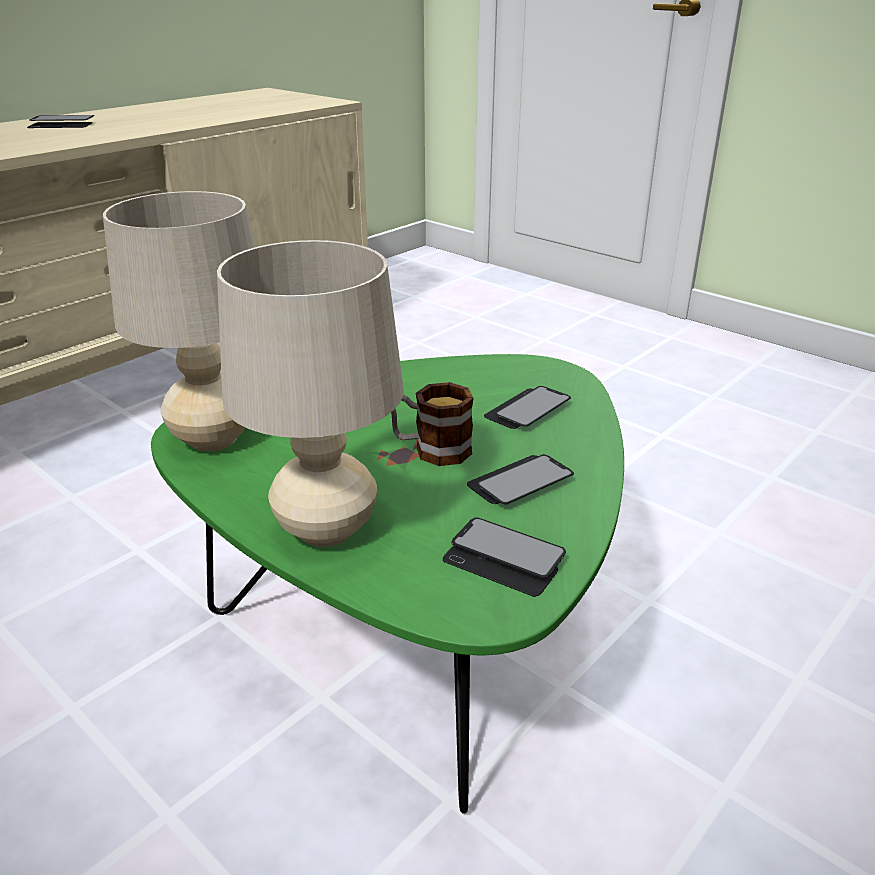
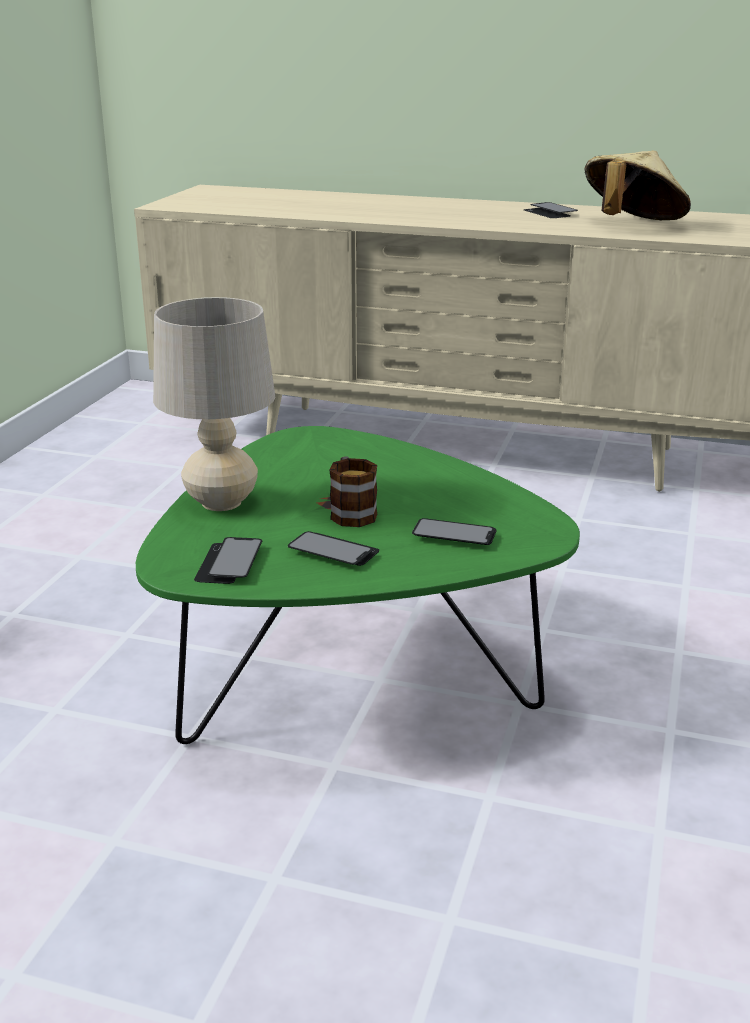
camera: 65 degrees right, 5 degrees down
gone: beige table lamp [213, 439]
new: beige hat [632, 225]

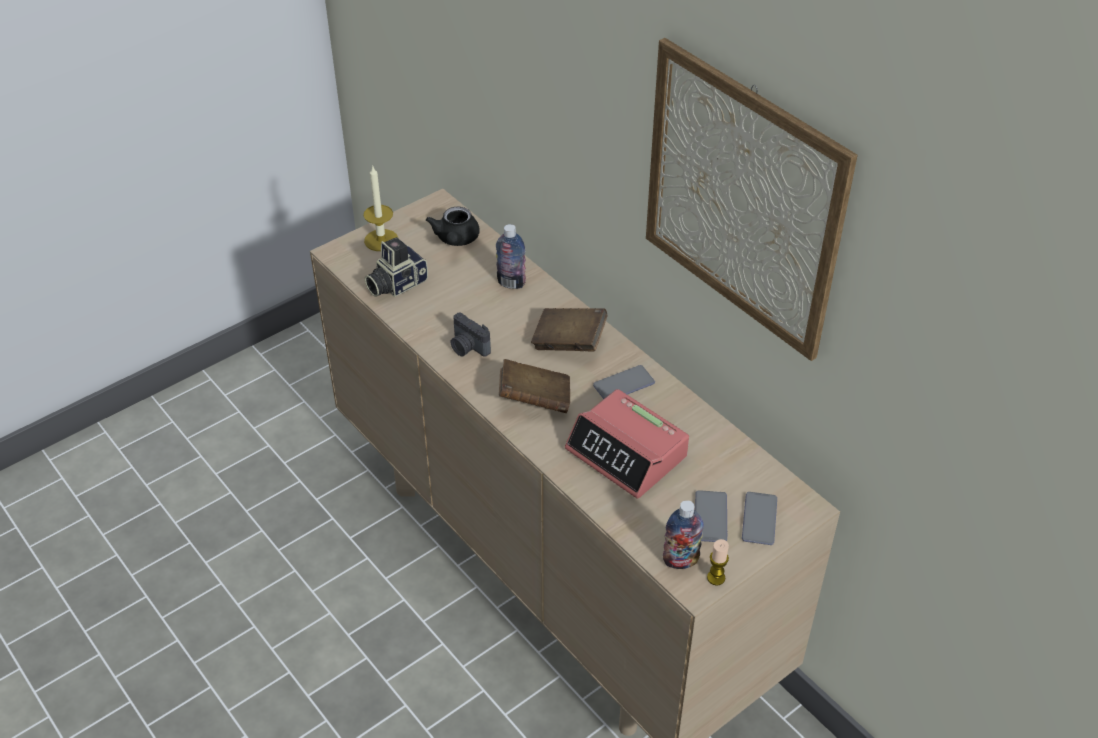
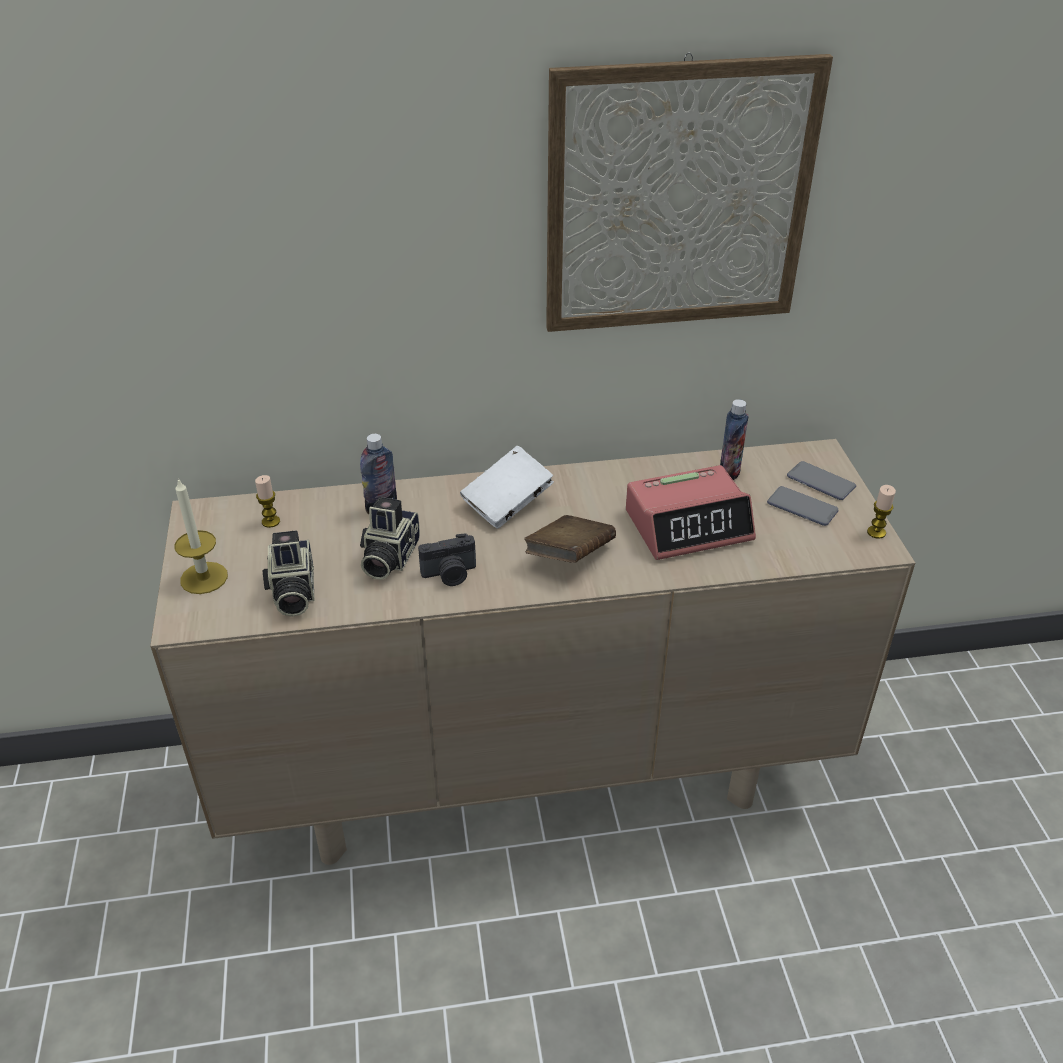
camera: 60 degrees left, 5 degrees down
gone: phone [624, 384]
new: photo camera [388, 557]
shifted: bottle [680, 561] to [729, 473]
swapped: black teapot [456, 240] to candle [271, 521]
repainted: brown book [569, 342] to white book [507, 503]

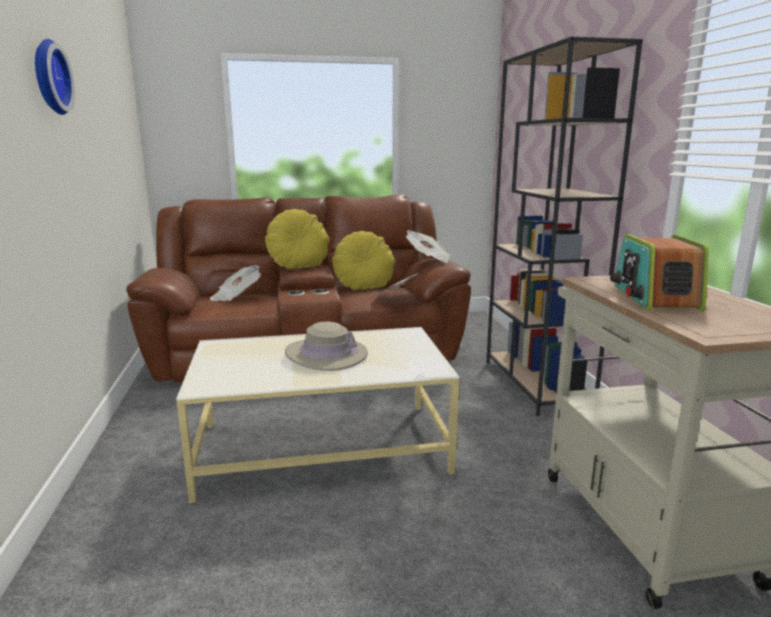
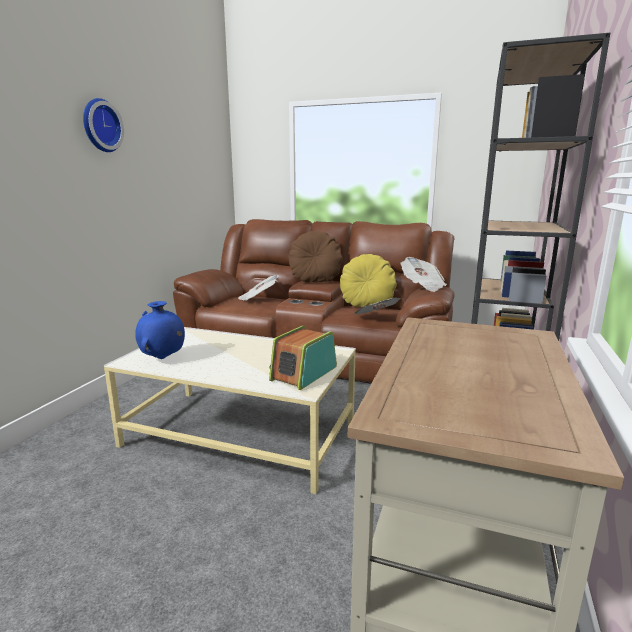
camera: 30 degrees right, 0 degrees up
gone: beige hat [326, 355]
new: blue vase [163, 358]
shifted: radio [654, 298] to [303, 373]
repainted: yellow pillow [298, 267] to brown pillow [315, 281]

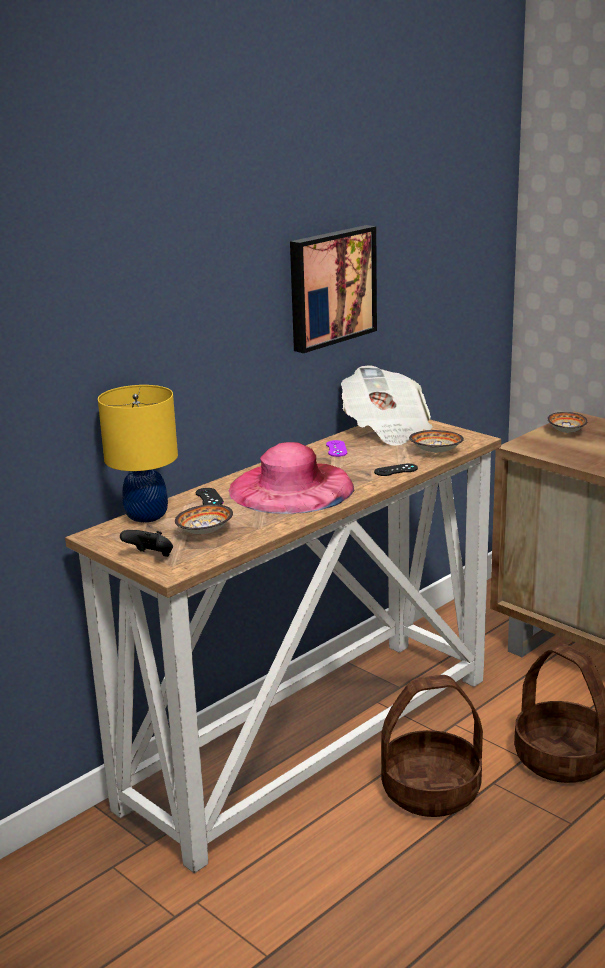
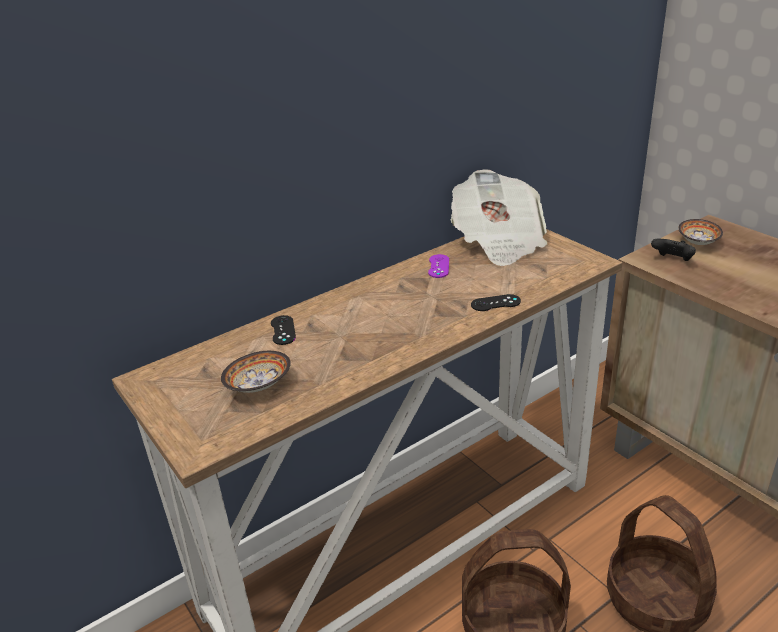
camera: 10 degrees right, 10 degrees up
gone: yellow table lamp [144, 517]; pink hat [291, 488]; picture [330, 287]; bowl [435, 451]
shifted: black game controller [150, 557] to [672, 260]

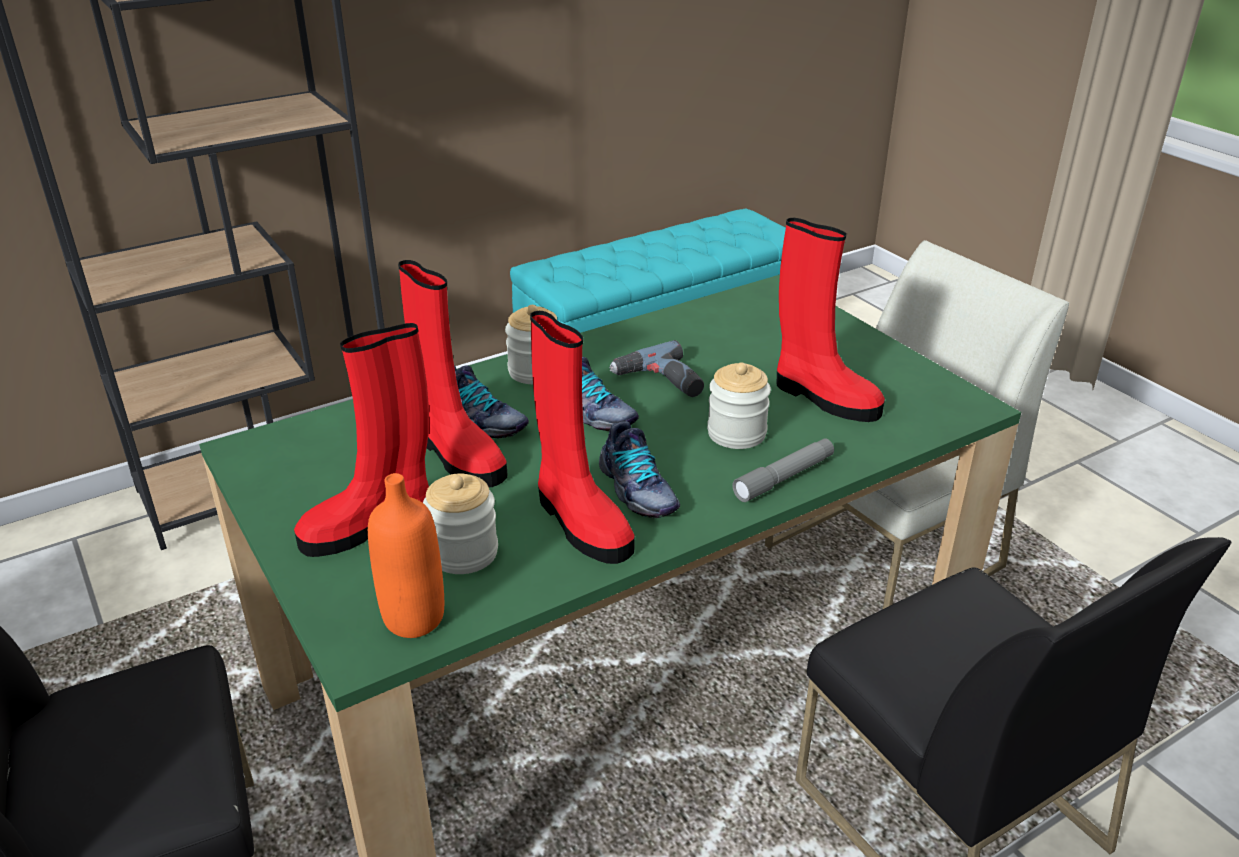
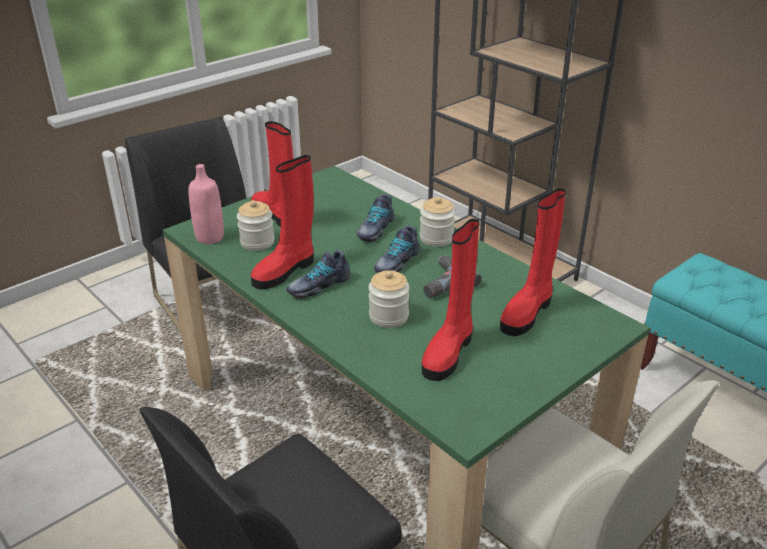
camera: 80 degrees right, 0 degrees up
gone: grey flashlight [784, 478]
shifted: red boot [457, 455] to [527, 313]
repainted: orange bottle [414, 618] to pink bottle [210, 237]

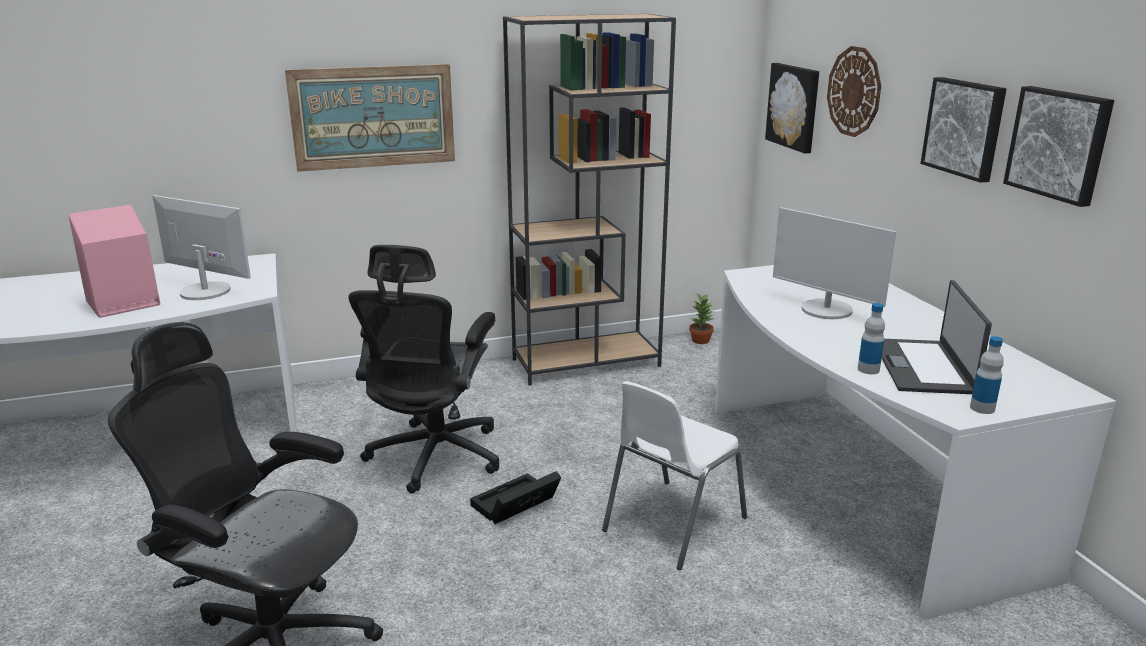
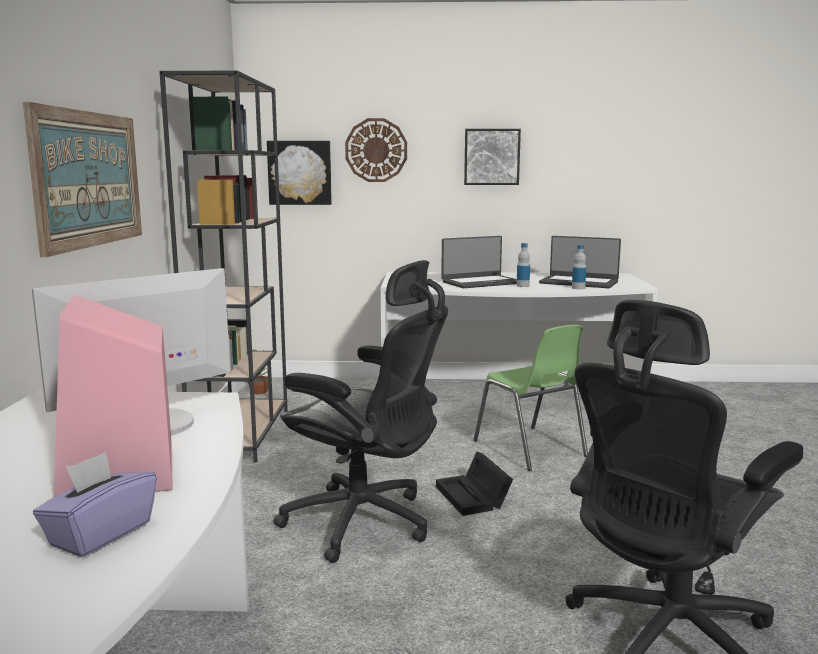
camera: 70 degrees left, 10 degrees down
gone: picture [1059, 144]
new: purple tissue box [100, 534]
shifted: bottle [982, 408] to [522, 286]
swapped: monitor [826, 310] to laptop [481, 282]
repainted: white chair [671, 524] to green chair [530, 449]

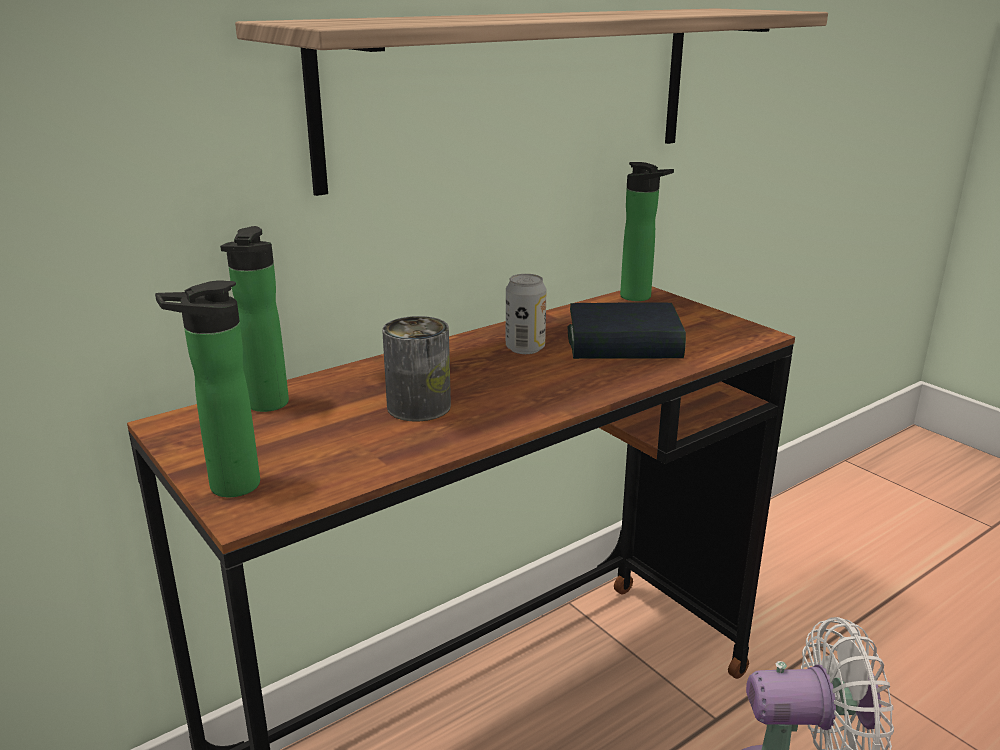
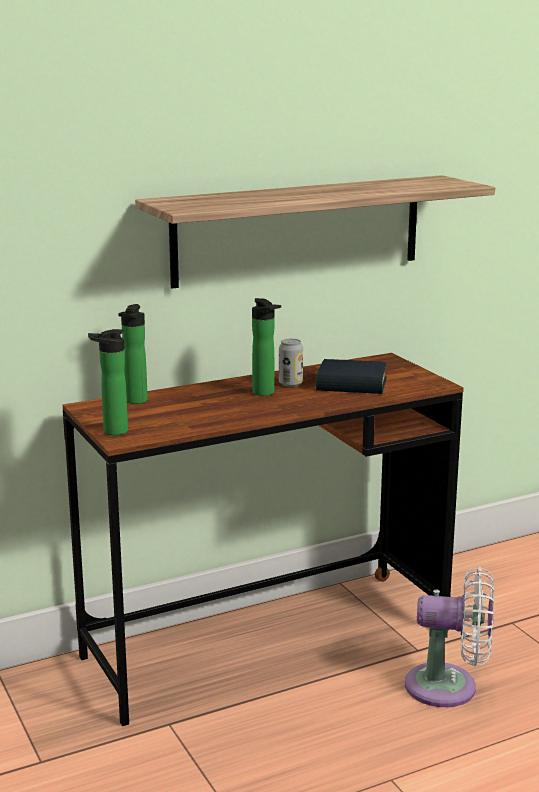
camera: 10 degrees right, 5 degrees down
gone: can [419, 406]
shifted: bottle [640, 297] to [265, 393]

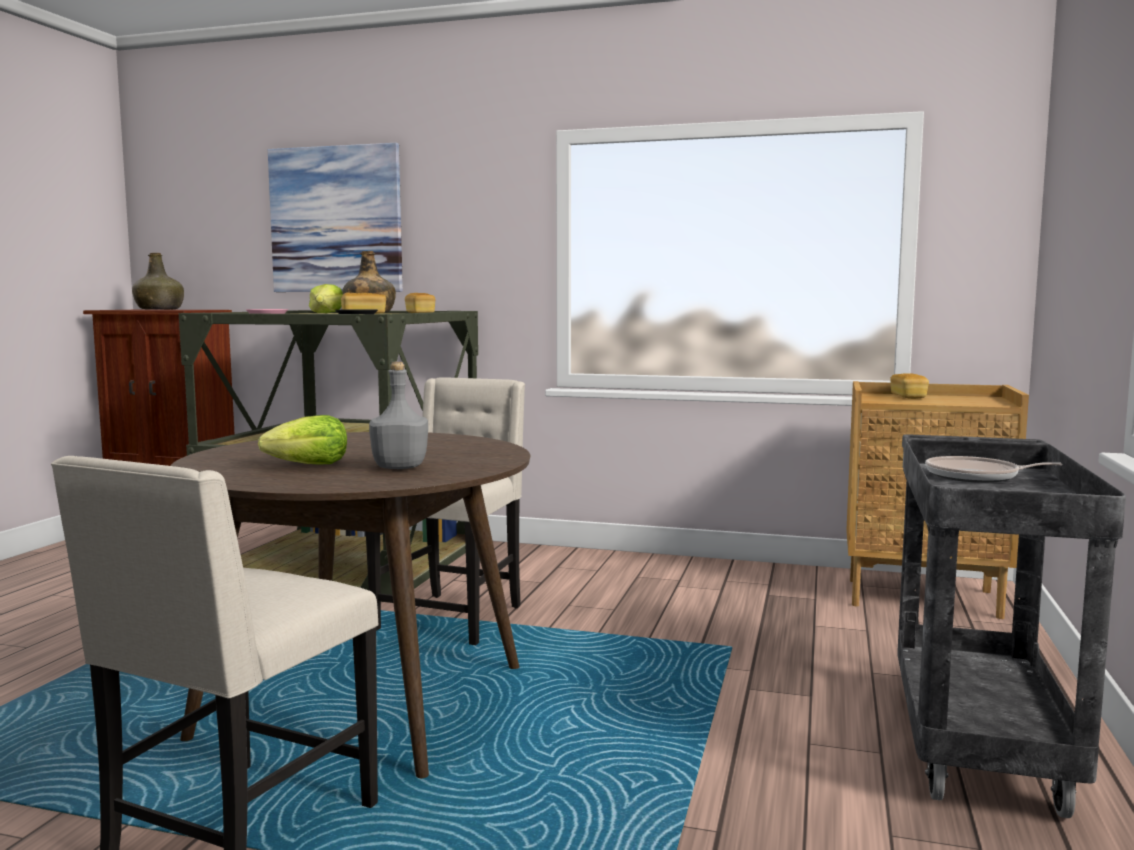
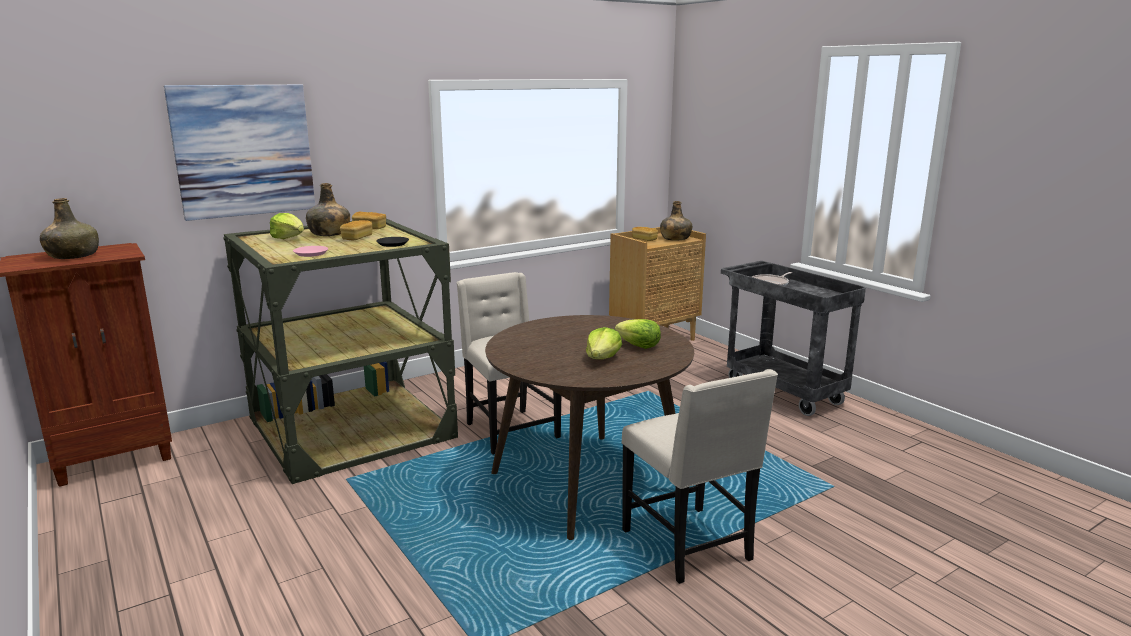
camera: 50 degrees left, 10 degrees up
new: green bottle [675, 238]
swapped: grey bottle [398, 467] to lettuce [638, 346]

